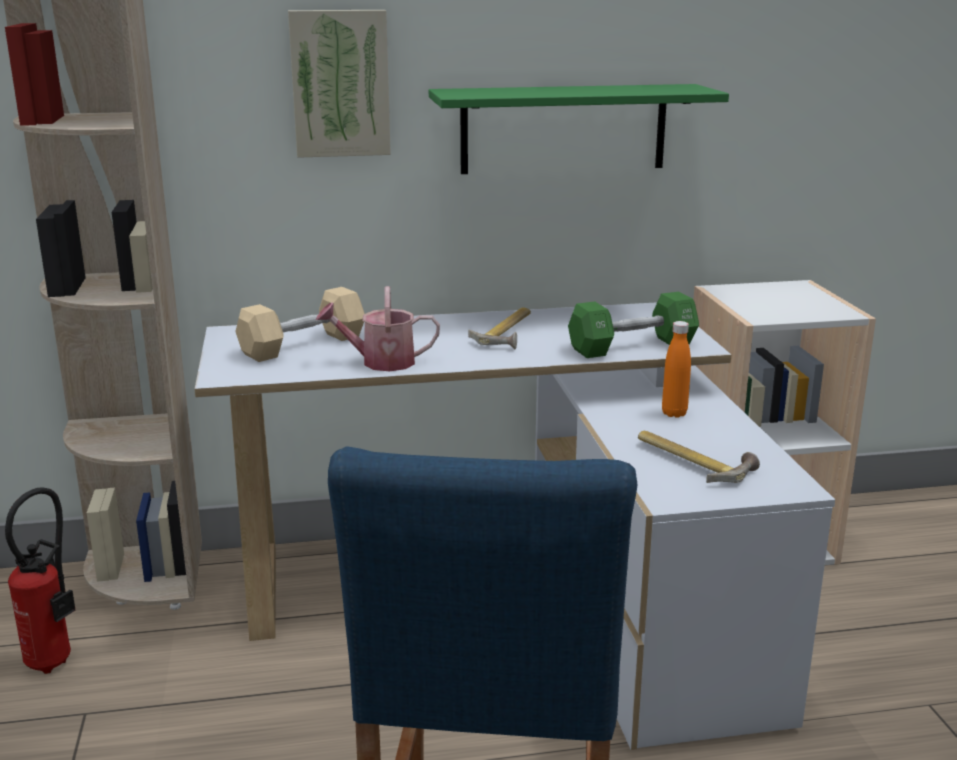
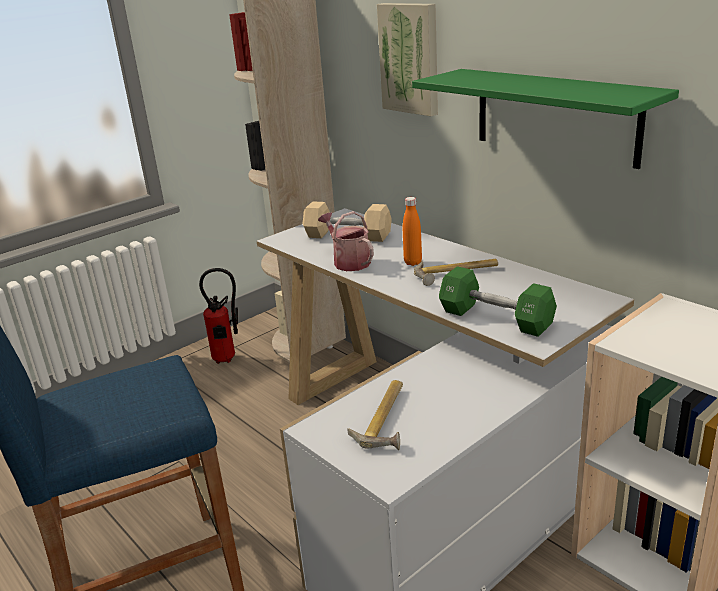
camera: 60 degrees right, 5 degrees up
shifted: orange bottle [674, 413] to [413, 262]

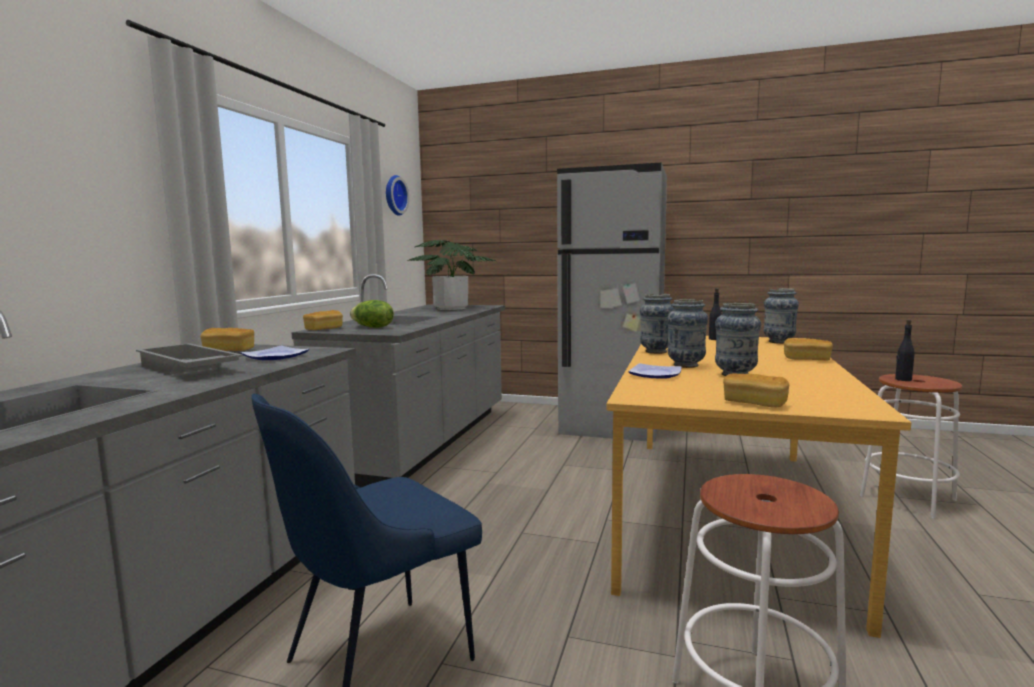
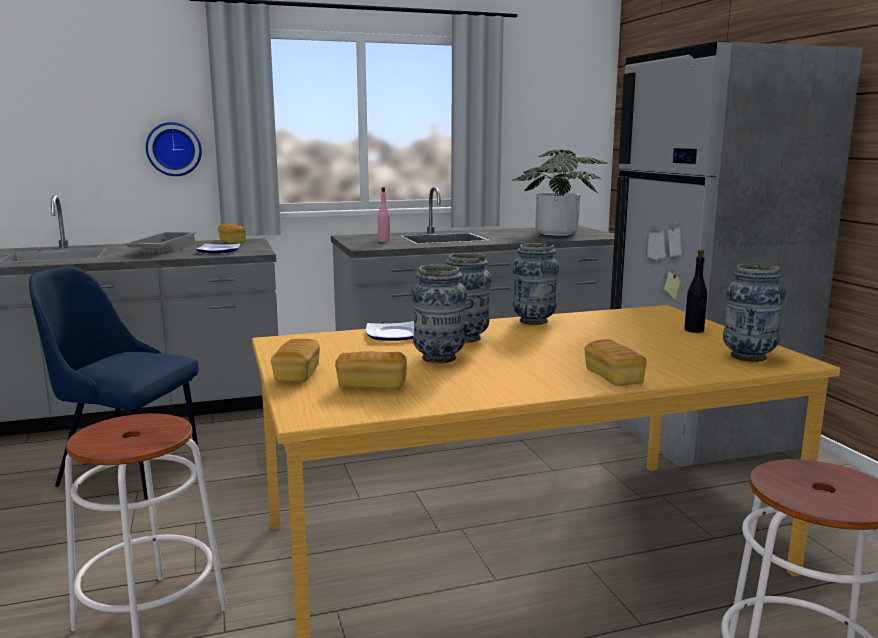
camera: 55 degrees right, 5 degrees up
gone: black bottle [903, 379]
shifted: bread [323, 329] to [371, 386]; wall clock [394, 195] to [174, 149]
swapped: lettuce [372, 327] to pink bottle [384, 241]

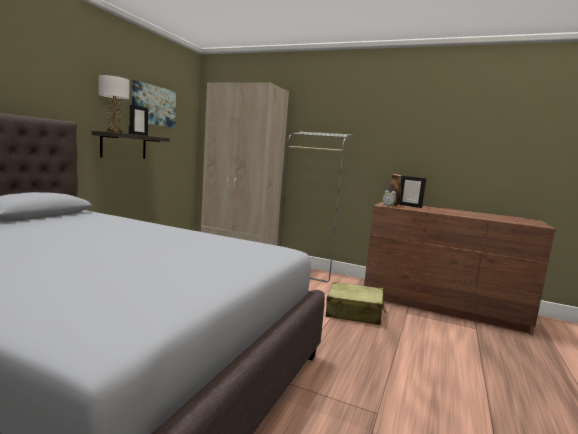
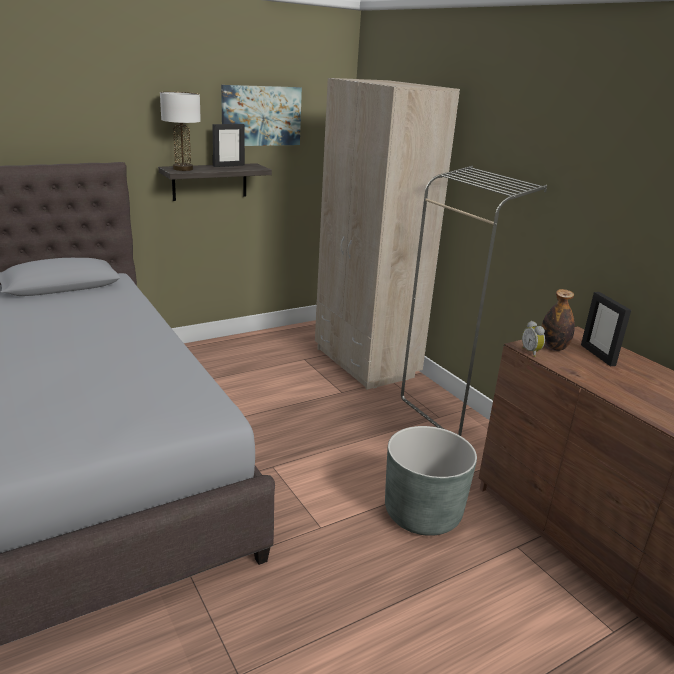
camera: 35 degrees right, 15 degrees up
swapped: beige suitcase [354, 312] to grey planter [422, 513]

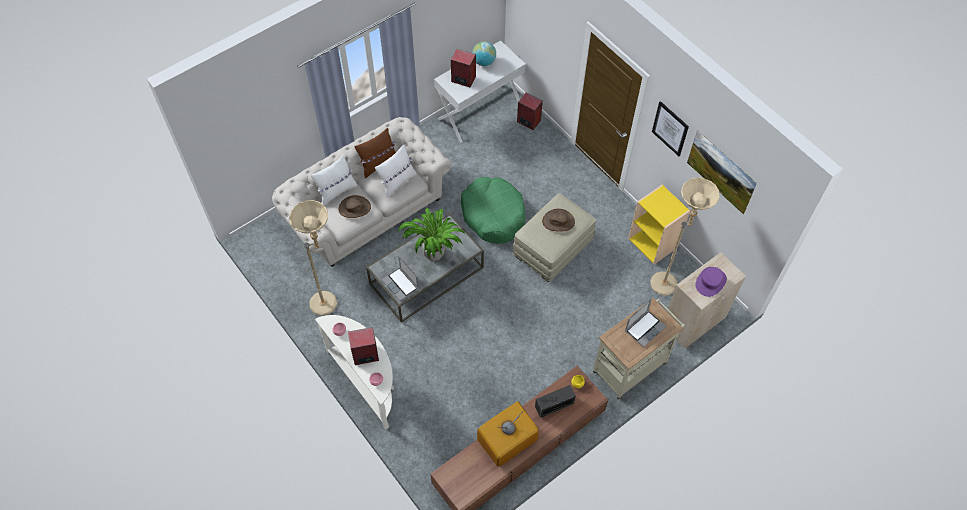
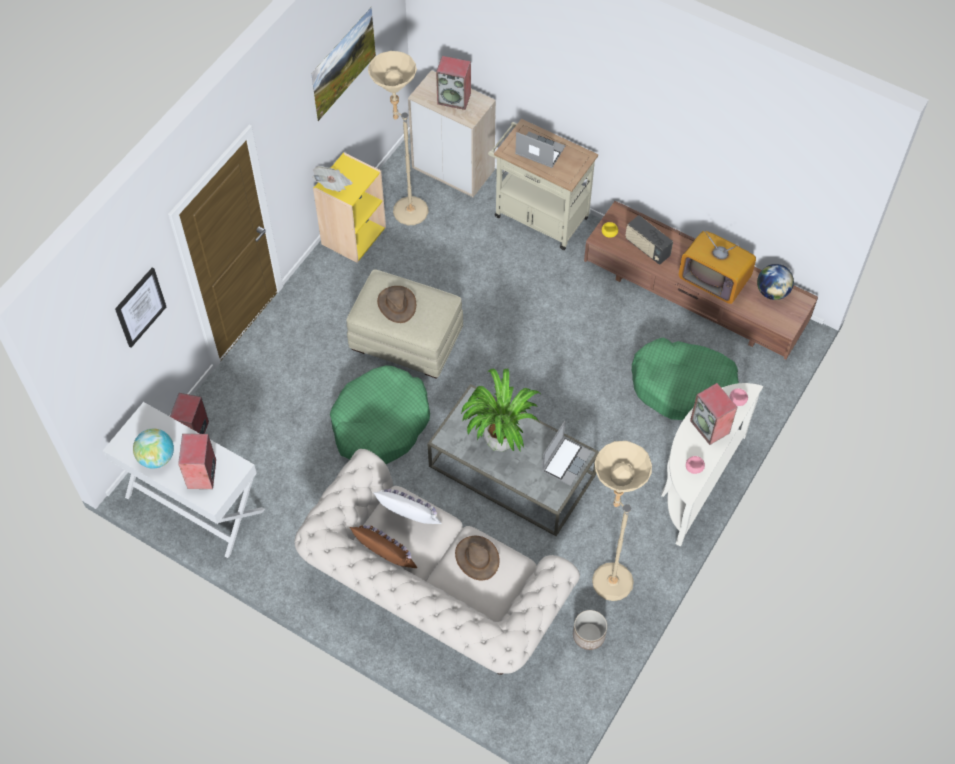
camera: 110 degrees left, 0 degrees up
gone: white pillow [336, 191]
new: newspaper [333, 185]; planter [588, 635]; green dog bed [683, 386]; globe [772, 292]
shifted: picture [670, 128] to [140, 307]
swapped: purple hat [710, 282] to speaker [454, 98]

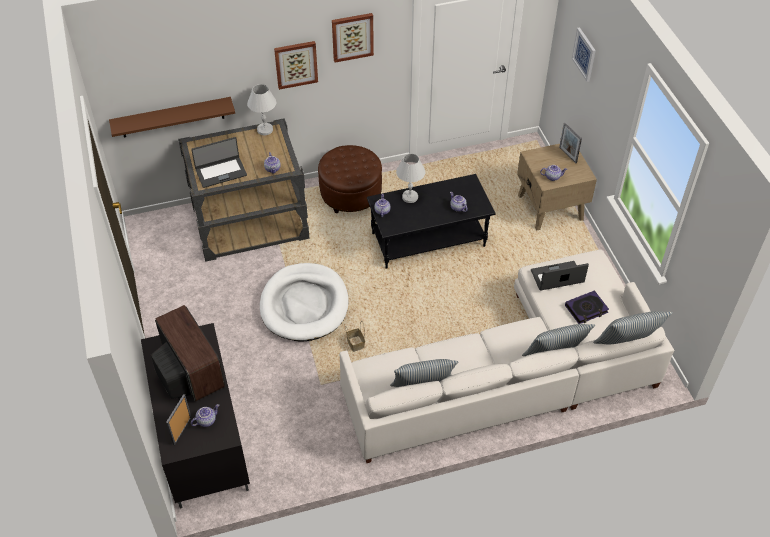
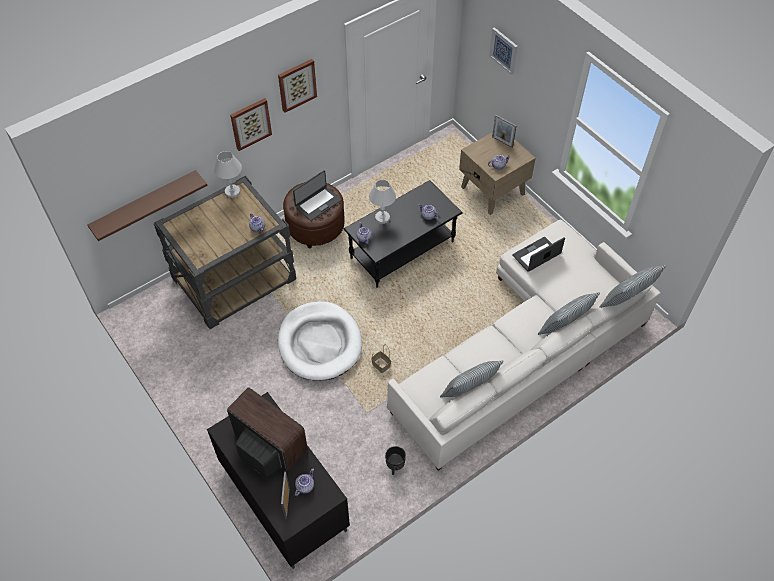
camera: 20 degrees left, 5 degrees up
gone: book [586, 309]
new: black planter [395, 467]
shifted: laptop [221, 172] to [317, 203]

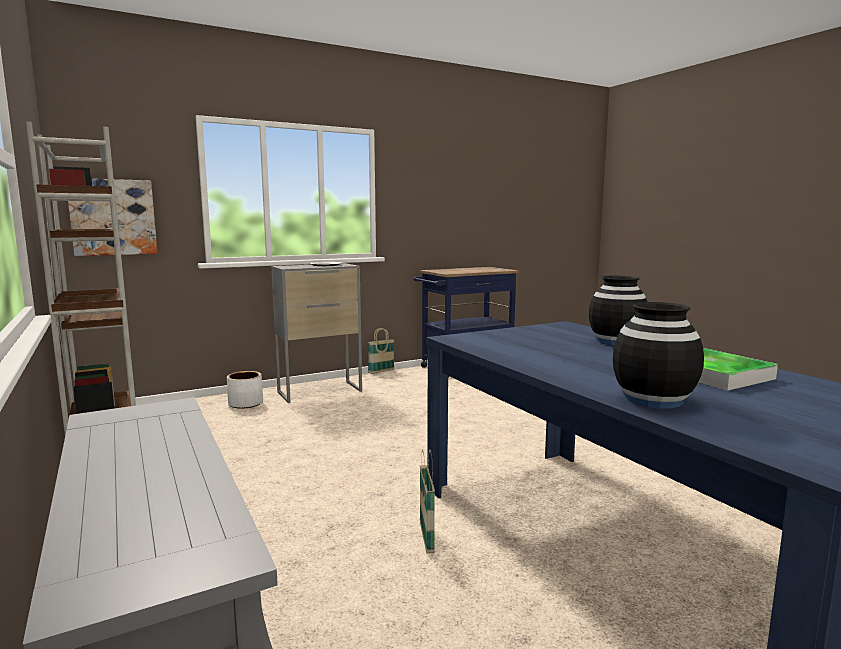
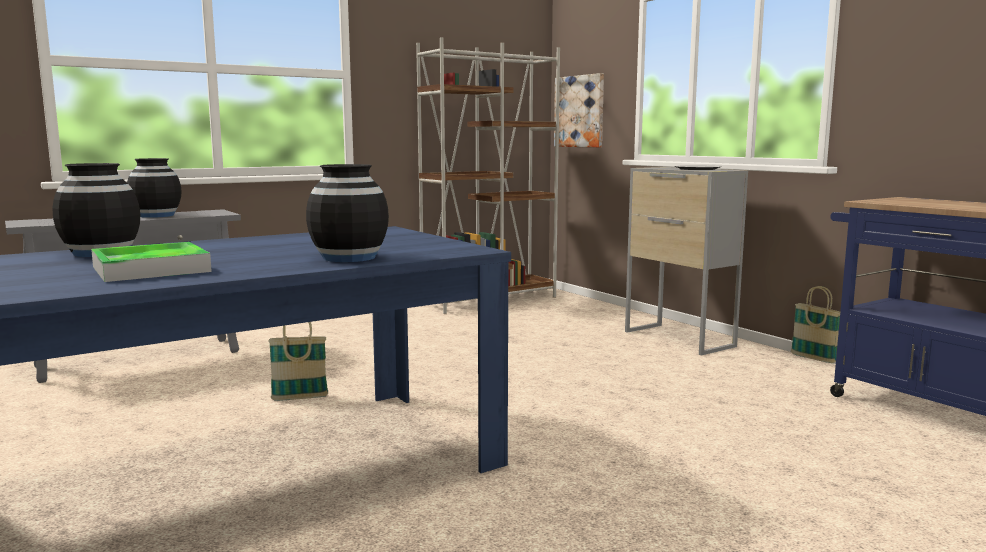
camera: 85 degrees right, 0 degrees up
gone: white planter [245, 403]
new: black vase [156, 215]

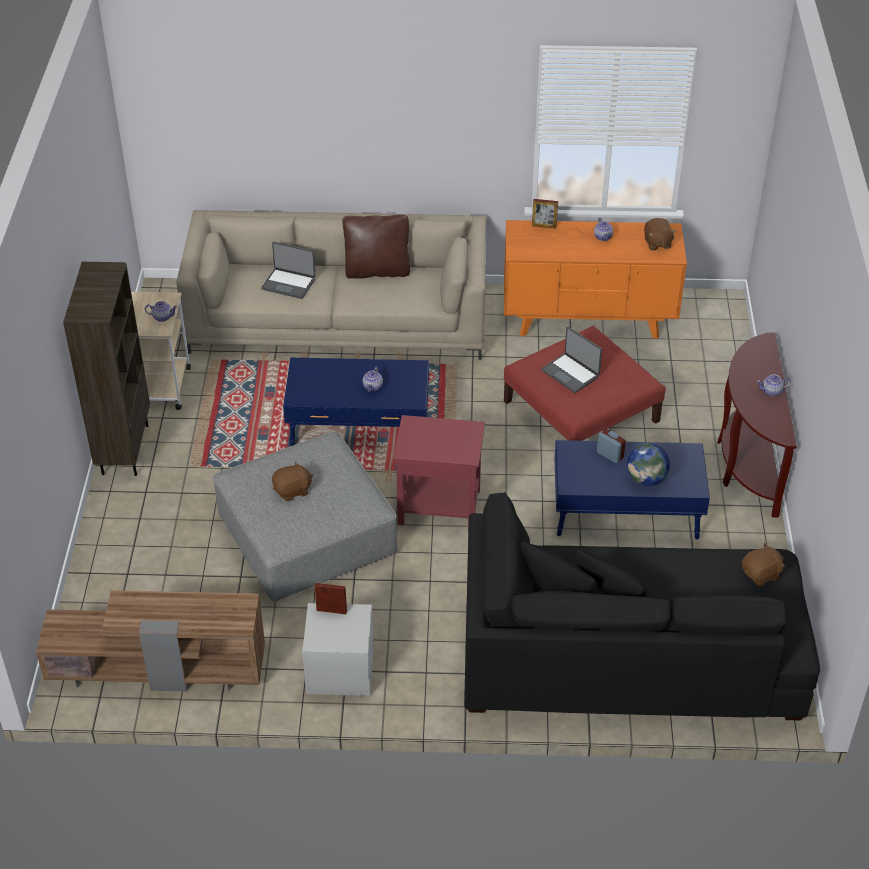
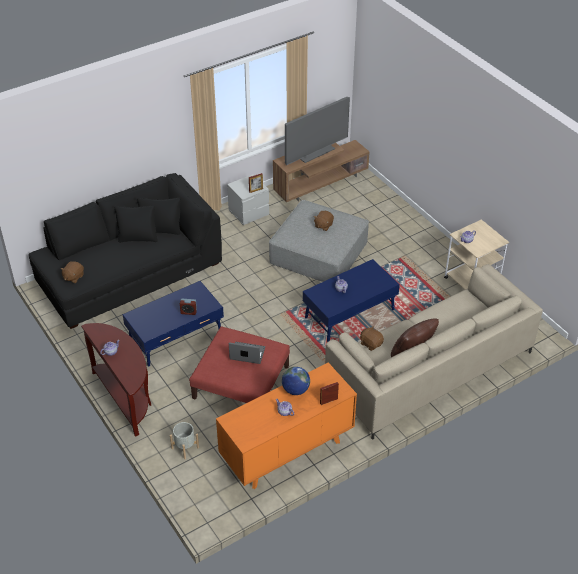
camera: 145 degrees right, 0 degrees up
gone: brown bookcase [124, 449]; laptop [289, 283]; red side table [439, 506]
new: grey planter [185, 448]; television [314, 151]
shifted: globe [646, 479] to [295, 390]; brown plush toy [657, 243] to [371, 343]

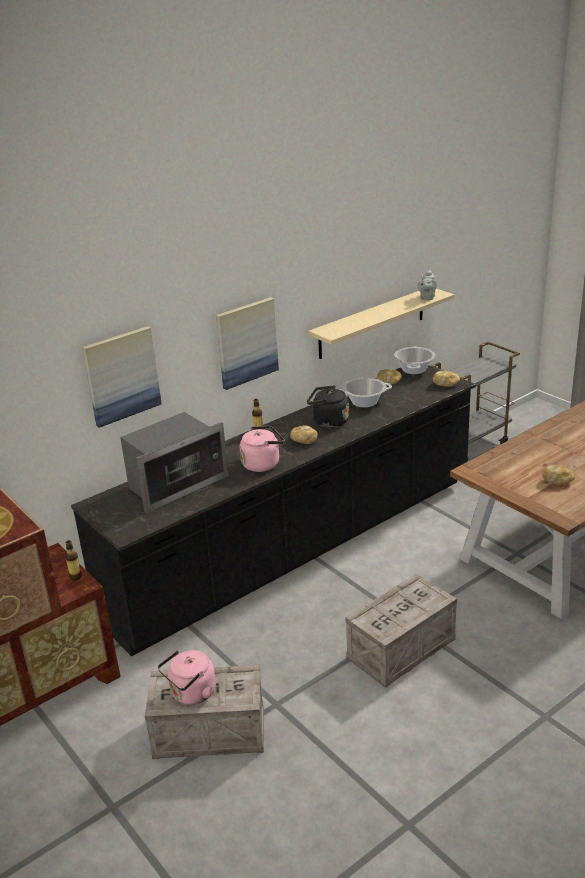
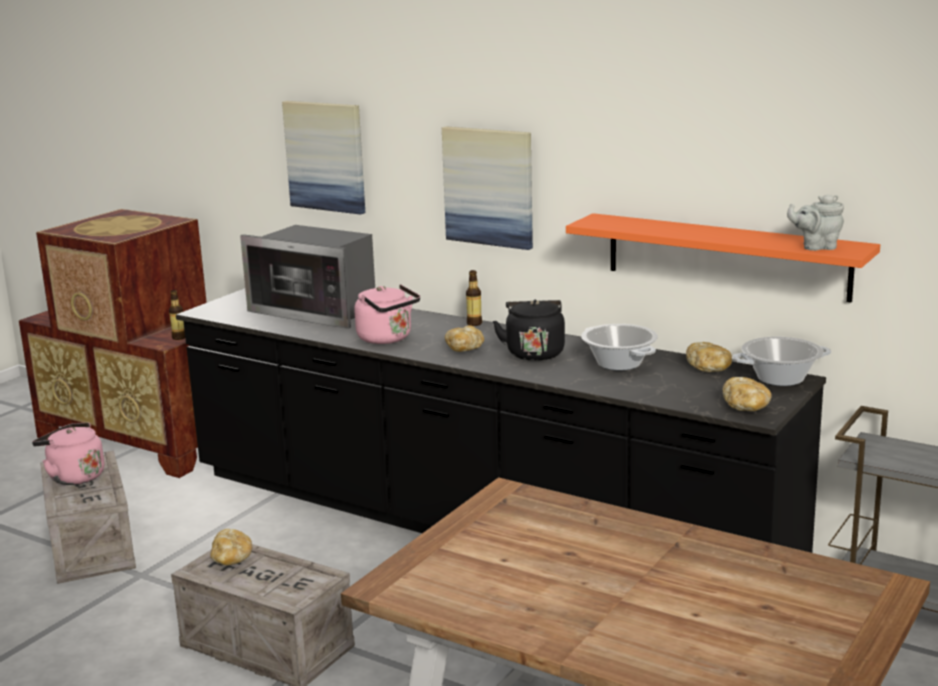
camera: 70 degrees right, 10 degrees down
shifted: bread [557, 481] to [231, 559]
repainted: beige shelf [372, 323] to orange shelf [726, 256]

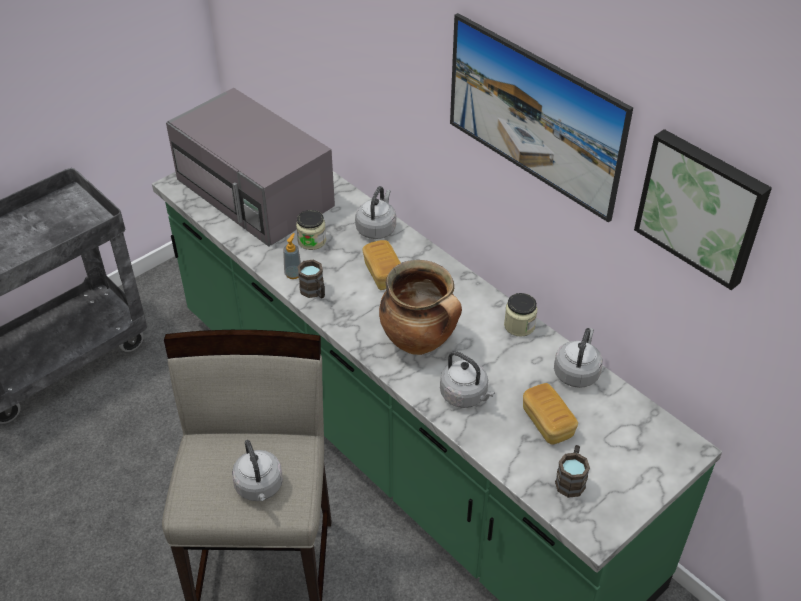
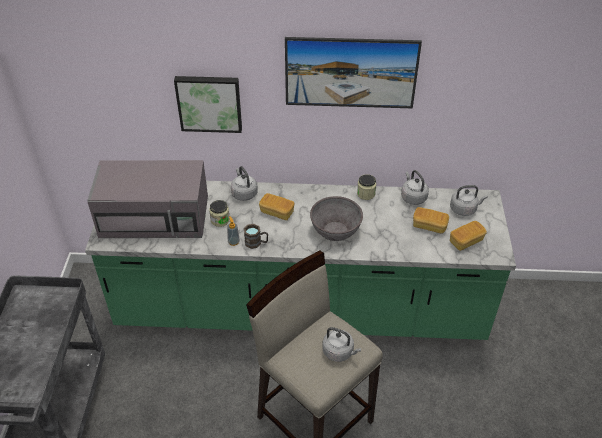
camera: 45 degrees left, 0 degrees up
shifted: grey kettle [465, 395] to [464, 209]; picture [702, 206] to [209, 102]
swapped: cooking pot [420, 342] to grey bowl [335, 230]; brown mug [571, 479] to bread [466, 241]

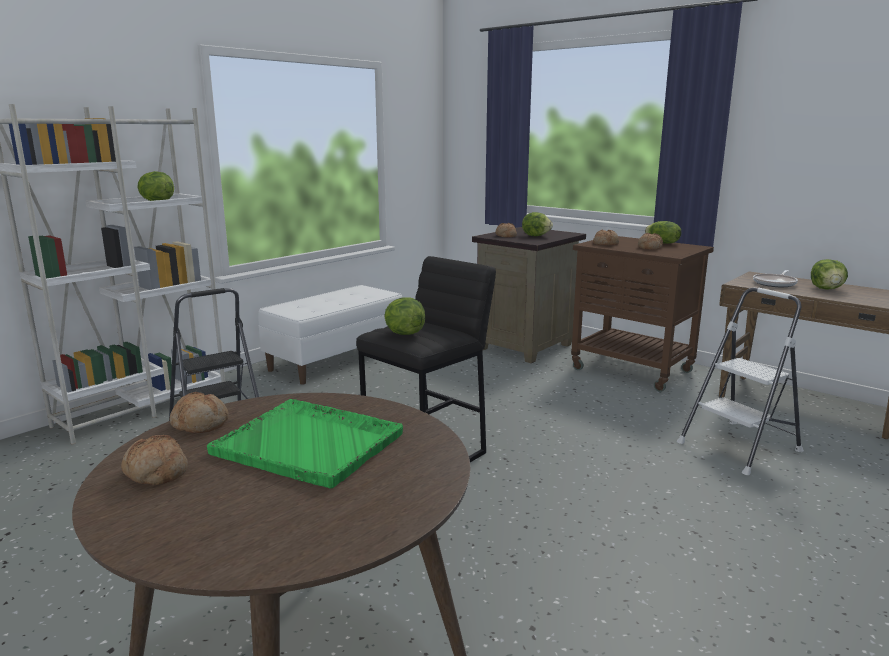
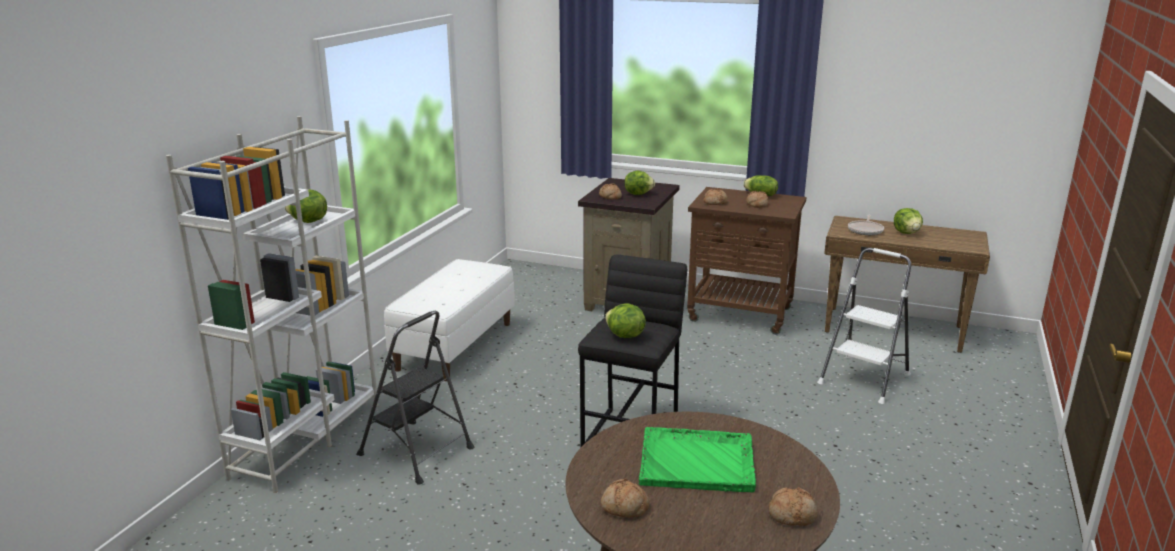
camera: 20 degrees left, 5 degrees up
shifted: bread [200, 423] to [792, 514]

